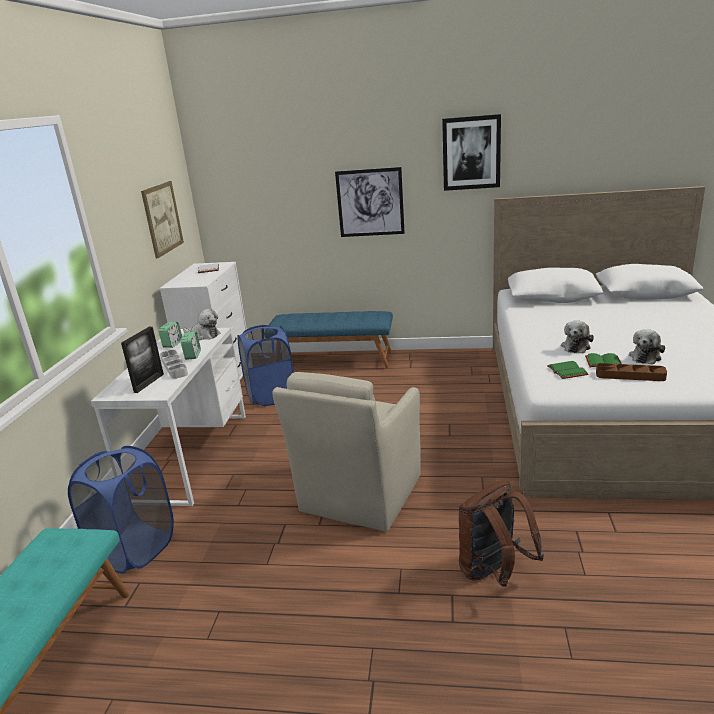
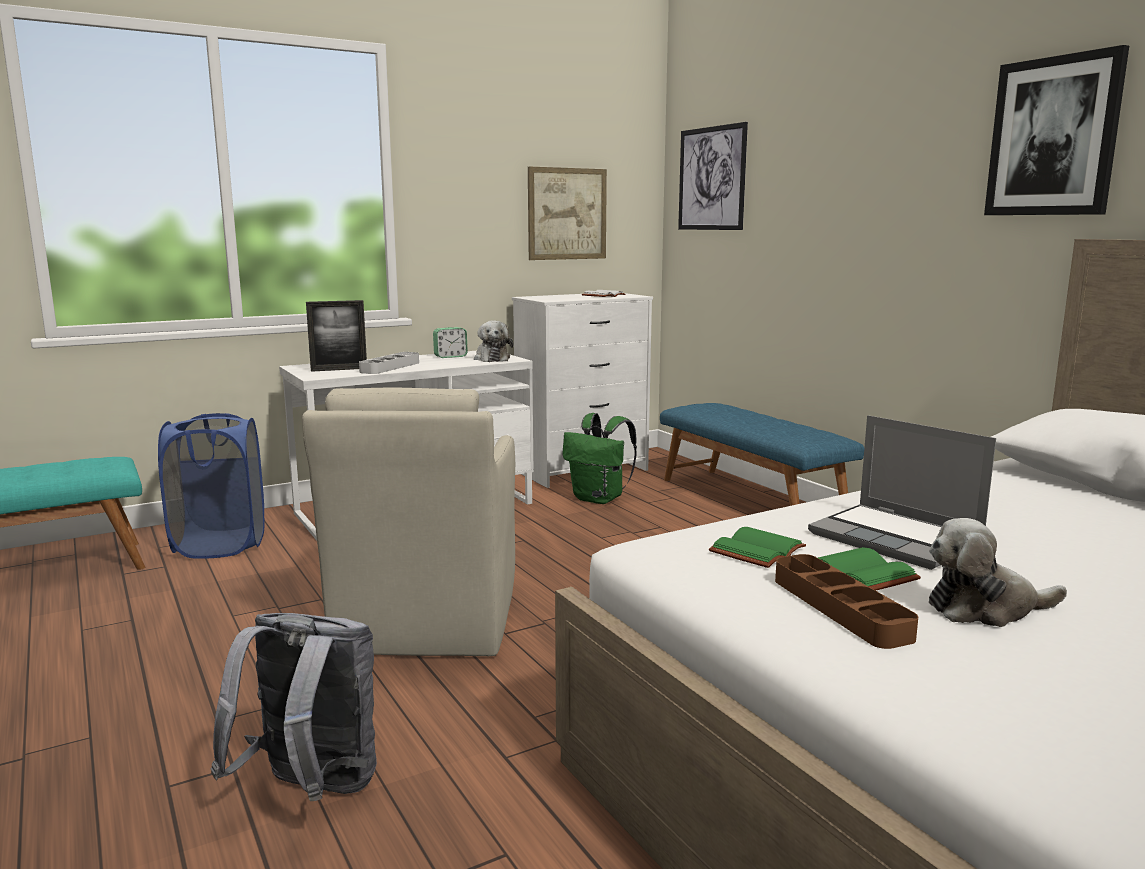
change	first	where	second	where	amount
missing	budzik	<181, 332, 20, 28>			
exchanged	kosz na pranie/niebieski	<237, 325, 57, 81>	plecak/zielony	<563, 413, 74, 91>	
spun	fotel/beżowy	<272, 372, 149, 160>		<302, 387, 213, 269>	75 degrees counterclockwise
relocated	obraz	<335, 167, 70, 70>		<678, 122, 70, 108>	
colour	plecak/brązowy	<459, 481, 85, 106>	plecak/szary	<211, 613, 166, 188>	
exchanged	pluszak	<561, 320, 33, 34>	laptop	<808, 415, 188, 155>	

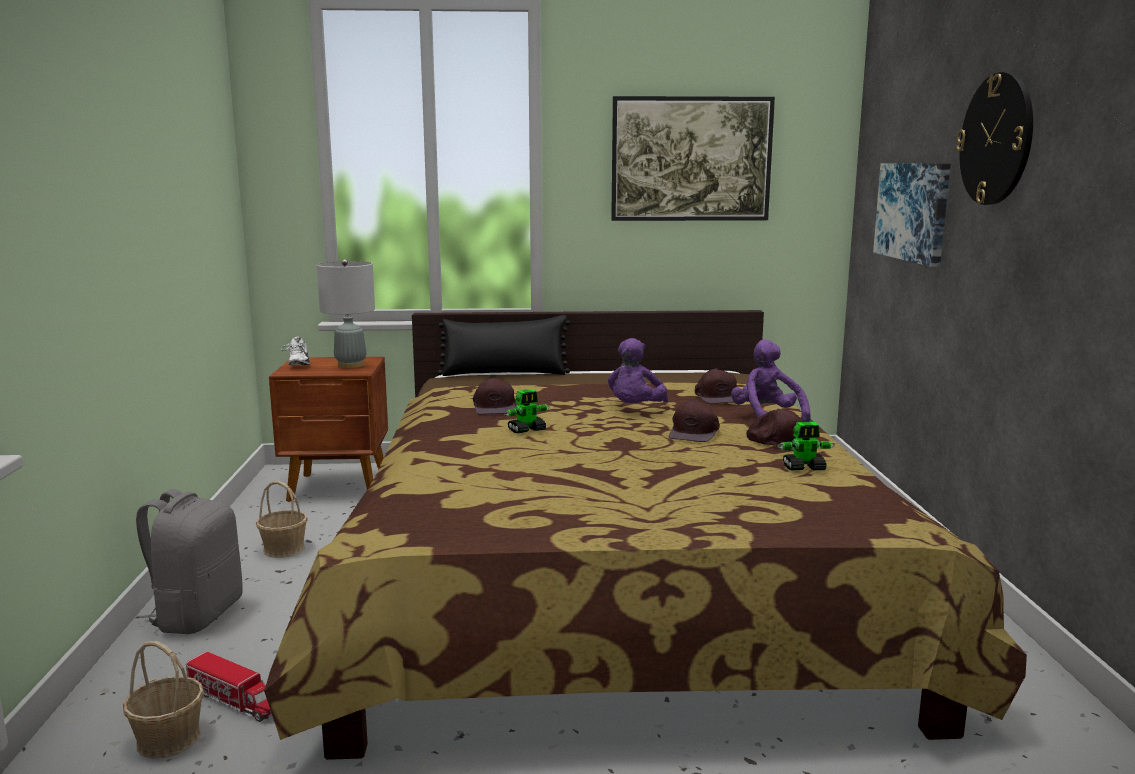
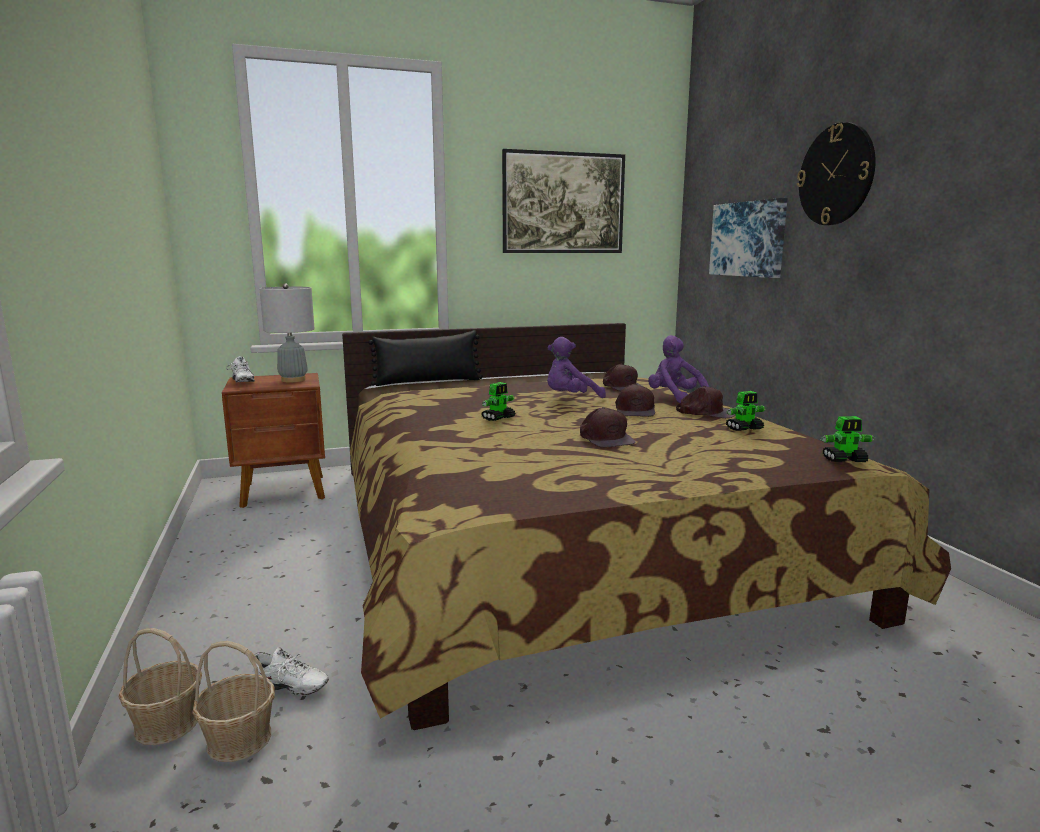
change	first	where	second	where	amount
missing	plecak/szary	<136, 489, 107, 145>			
exchanged	ciężarówka zabawkowa	<186, 651, 86, 71>	but/biały	<252, 647, 77, 48>	
relocated	koszyk	<256, 481, 52, 77>		<119, 628, 83, 117>	
relocated	czapka z daszkiem/brązowy	<473, 378, 42, 37>		<580, 407, 56, 41>	
spun	pluszak/fioletowy	<608, 338, 60, 65>		<547, 337, 59, 61>	60 degrees clockwise
appeared			robot zabawkowy	<820, 416, 55, 46>	

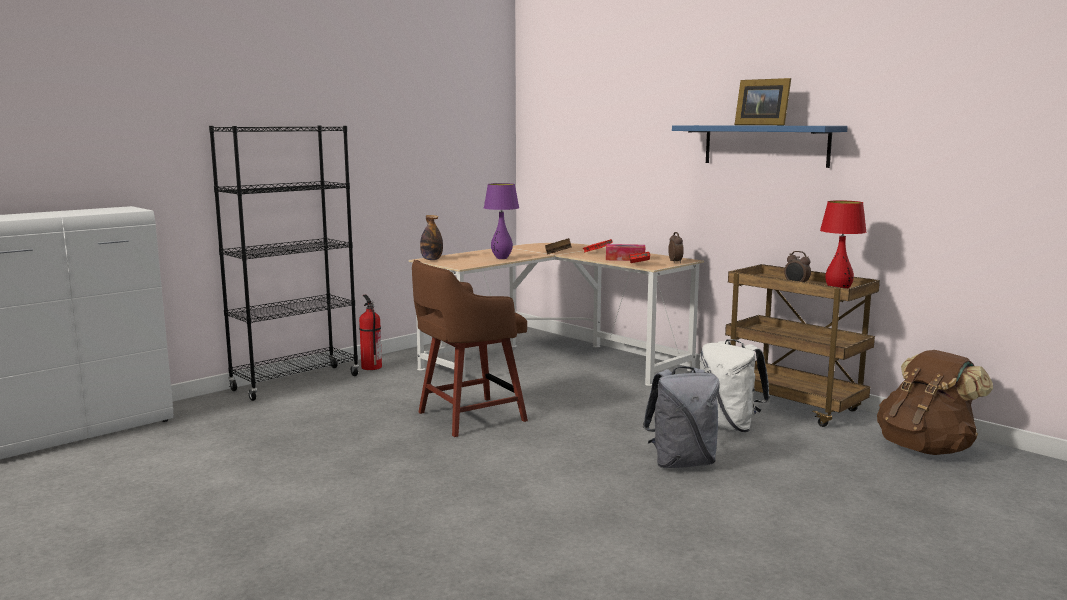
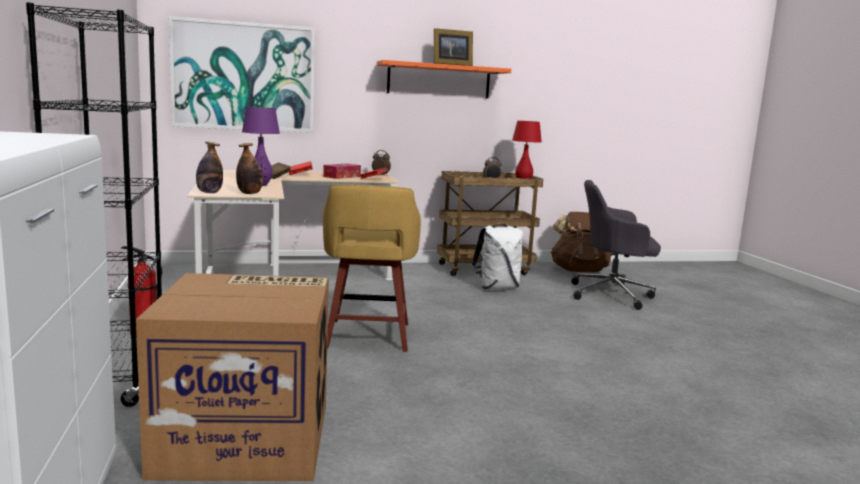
change	first	where	second	where	amount
colour	stołek/brązowy	<412, 260, 116, 177>	stołek/żółty	<323, 184, 98, 168>	
missing	plecak/szary	<642, 366, 78, 102>			
colour	półka/niebieski	<672, 125, 176, 43>	półka/pomarańczowy	<377, 60, 134, 39>	
appeared			karton	<136, 273, 193, 208>	
appeared			obraz	<169, 16, 146, 116>	
appeared			butelka	<236, 143, 27, 51>	
appeared			krzesło biurowe/szary	<571, 180, 90, 130>	

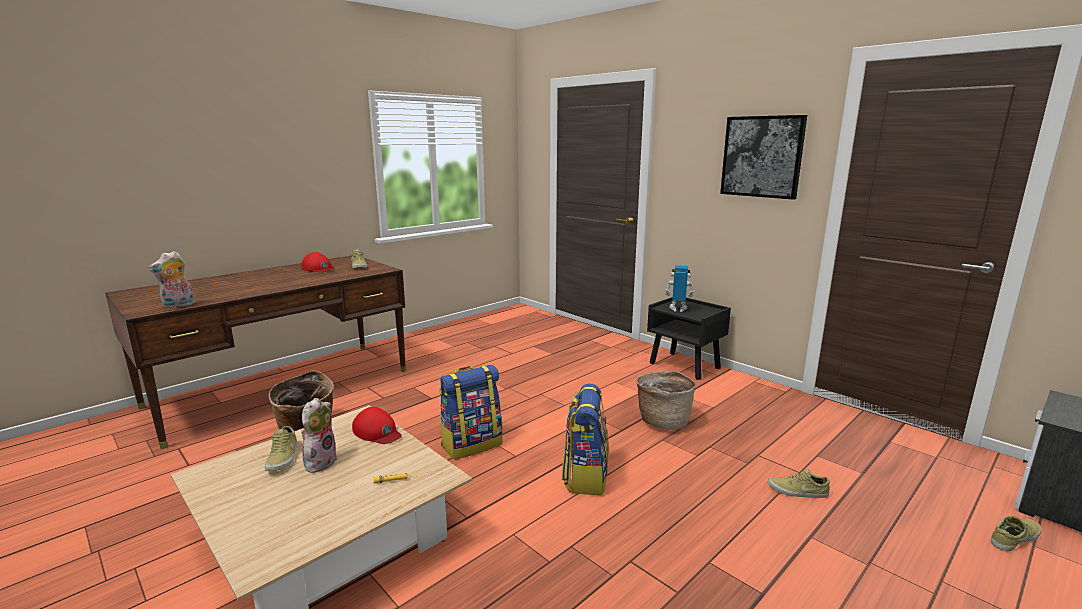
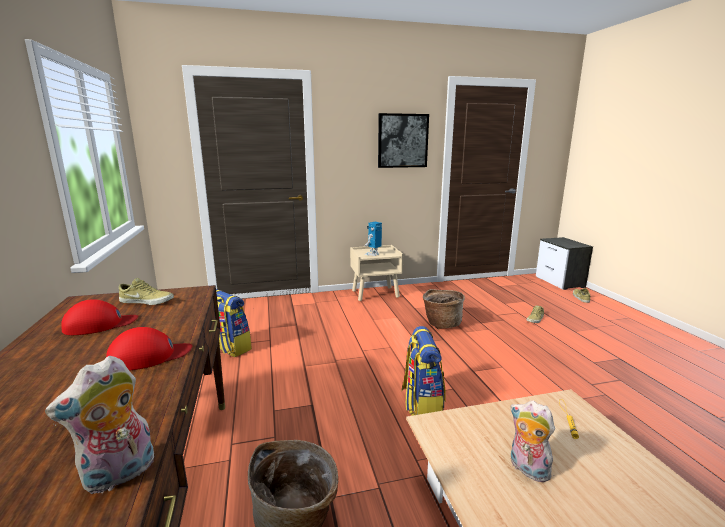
change	first	where	second	where	amount
spun	pluszak	<148, 251, 47, 58>		<45, 356, 109, 138>	60 degrees clockwise
missing	but/beżowy	<265, 426, 32, 45>			
relocated	czapka z daszkiem/czerwony	<352, 407, 50, 37>		<106, 327, 86, 44>	
relocated	plecak	<562, 383, 47, 112>		<216, 289, 36, 68>	
colour	szafka nocna/czarny	<647, 297, 84, 83>	szafka nocna/beżowy	<350, 245, 53, 56>	

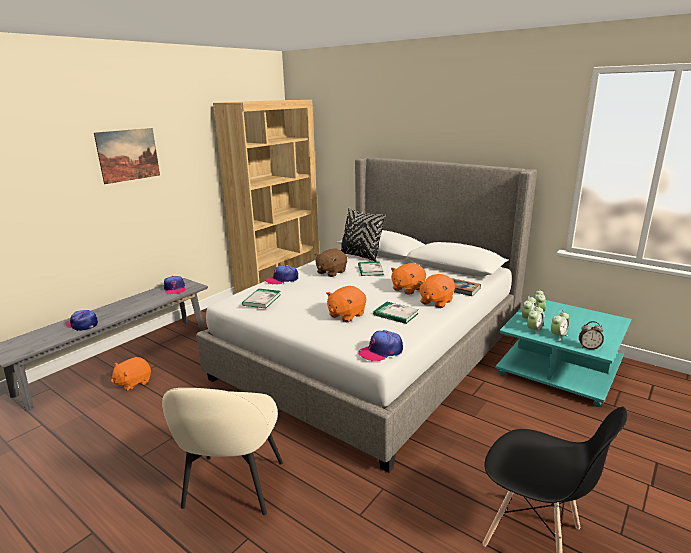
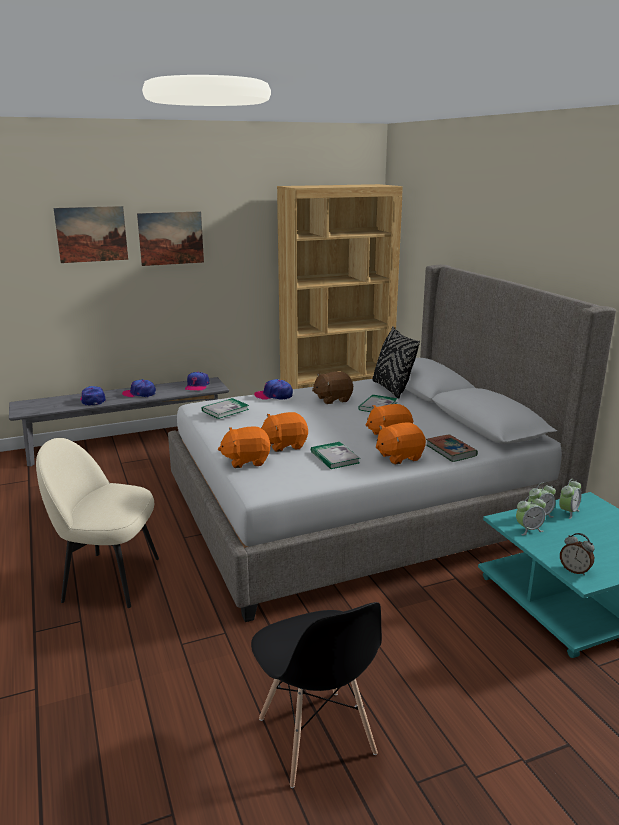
change	first	where	second	where	amount
relocated	pluszak/pomarańczowy	<111, 357, 40, 34>		<218, 427, 53, 41>	
spun	krzesło/beżowy	<162, 388, 121, 127>		<36, 438, 123, 170>	60 degrees clockwise
relocated	czapka z daszkiem	<358, 330, 45, 32>		<122, 379, 34, 18>	
missing	budzik	<551, 310, 18, 31>			
appeared			obraz	<54, 206, 74, 57>	

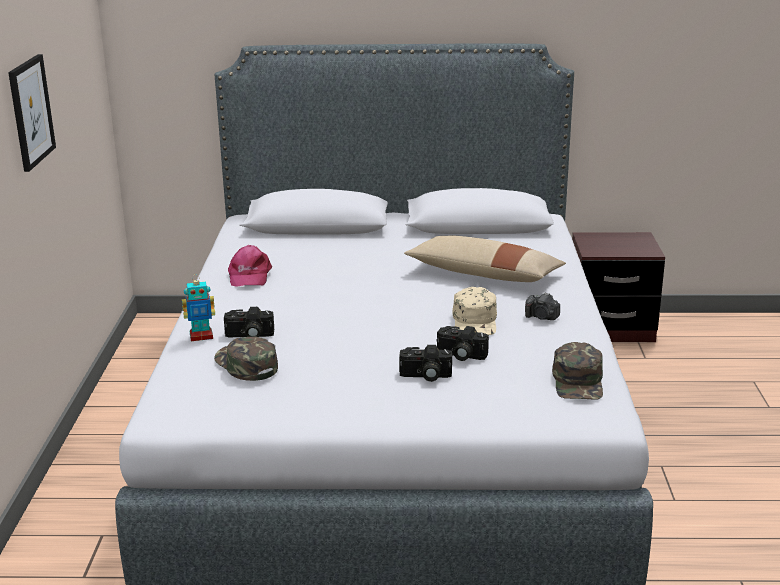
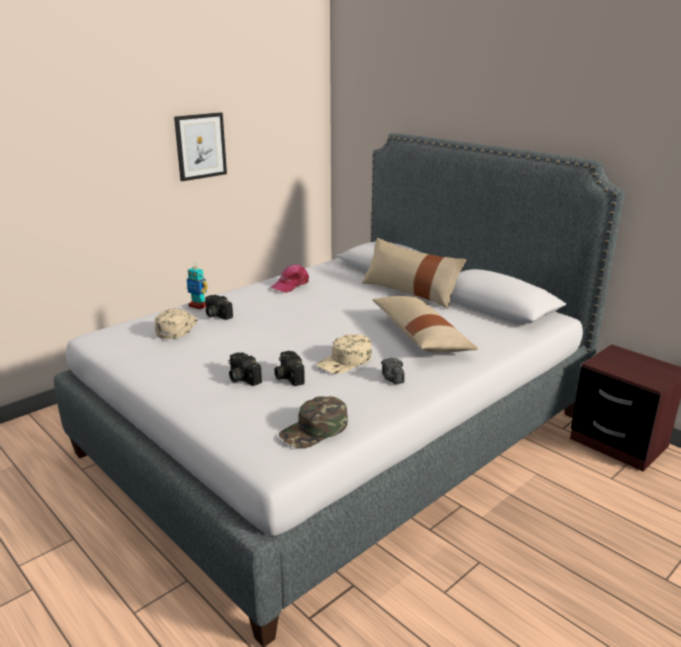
change	first	where	second	where	amount
colour	czapka z daszkiem/zielony	<214, 337, 64, 44>	czapka z daszkiem/beżowy	<155, 308, 43, 31>	
appeared			poduszka/beżowy	<362, 238, 105, 71>	

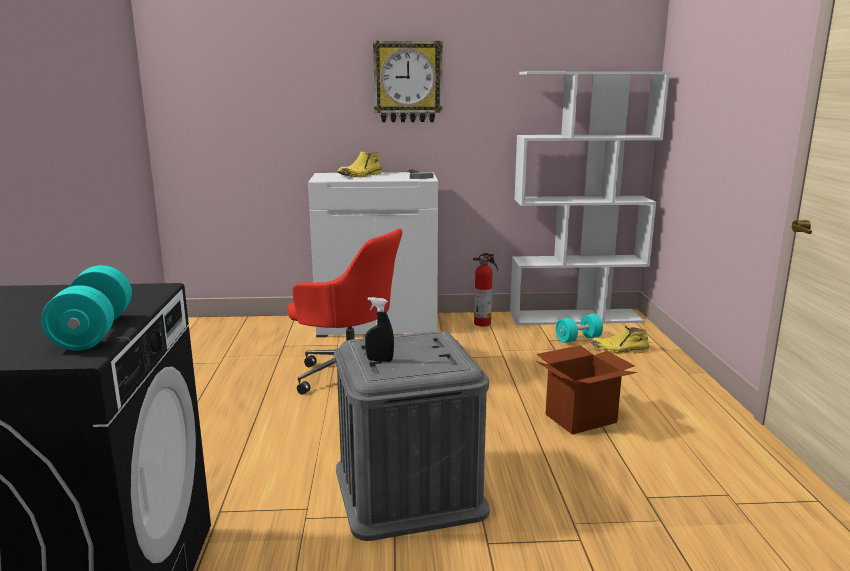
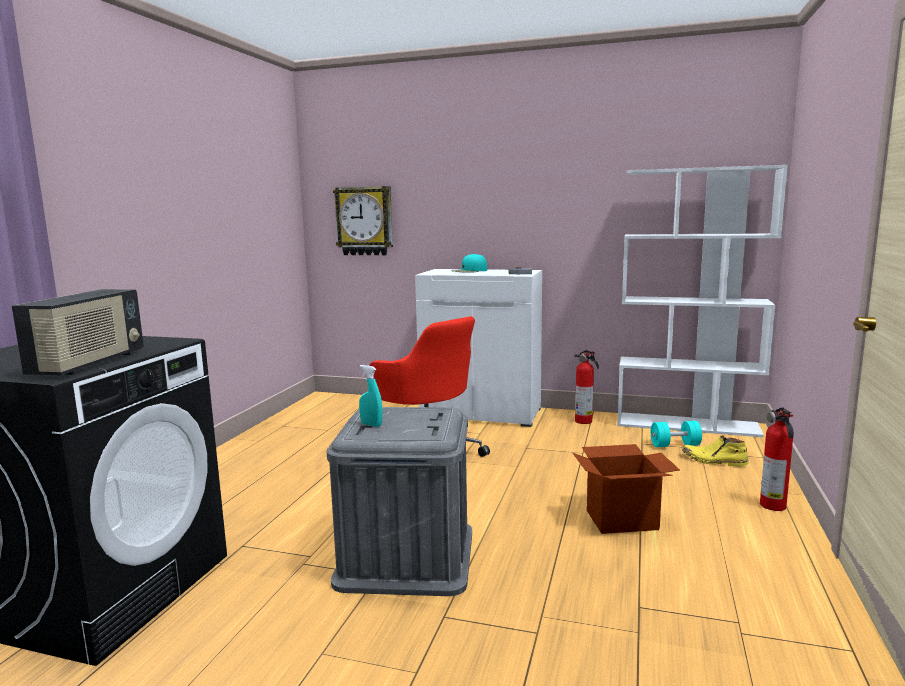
change	first	where	second	where	amount
exchanged	hantel/turkusowy	<41, 265, 91, 86>	radio	<12, 289, 132, 86>	
exchanged	but z cholewką/żółty	<337, 152, 45, 25>	czapka z daszkiem/turkusowy	<451, 254, 36, 19>	
colour	spryskiwacz/czarny	<365, 297, 29, 65>	spryskiwacz/turkusowy	<359, 365, 24, 62>	
relocated	zegar ścienny	<373, 41, 70, 81>		<333, 186, 60, 69>	
appeared			gaśnica	<760, 407, 34, 104>	

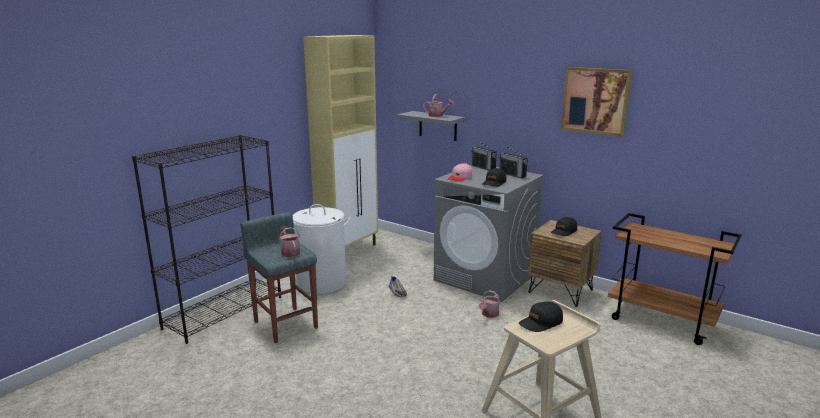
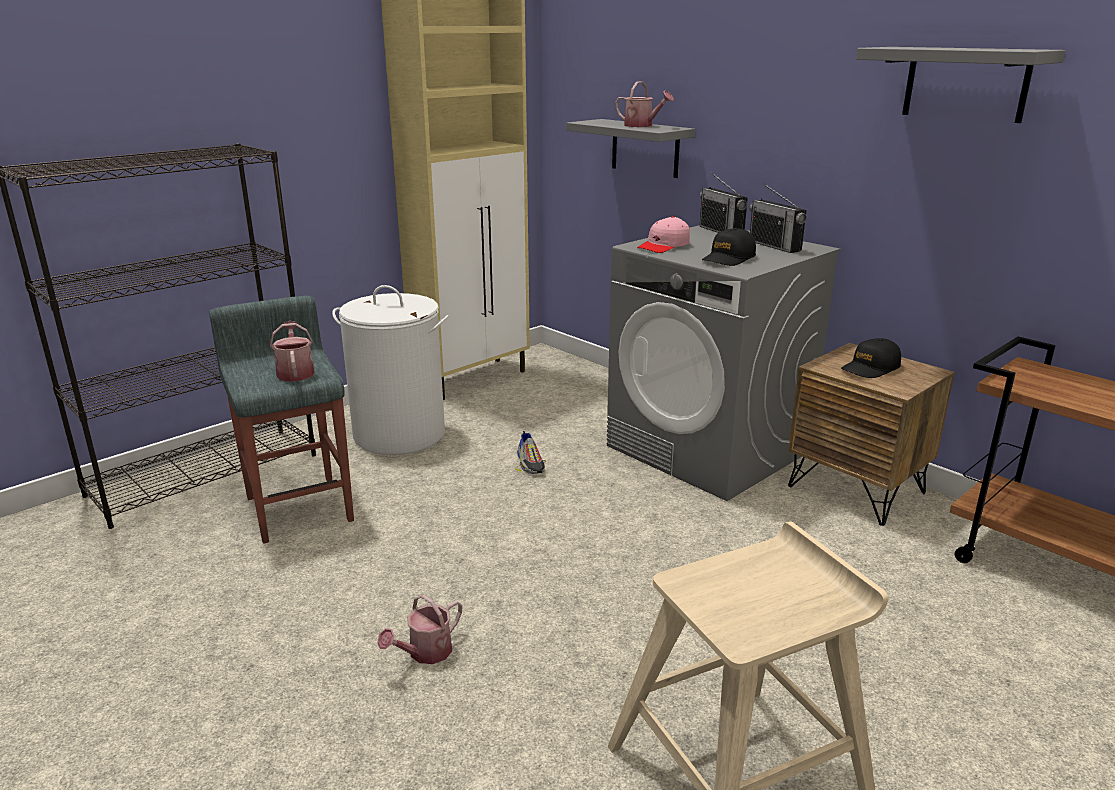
change	first	where	second	where	amount
relocated	konewka	<479, 290, 21, 28>		<377, 594, 85, 70>	
missing	czapka z daszkiem/czarny	<519, 302, 44, 30>			
exchanged	obraz	<561, 67, 71, 70>	półka/szary	<856, 47, 209, 76>	

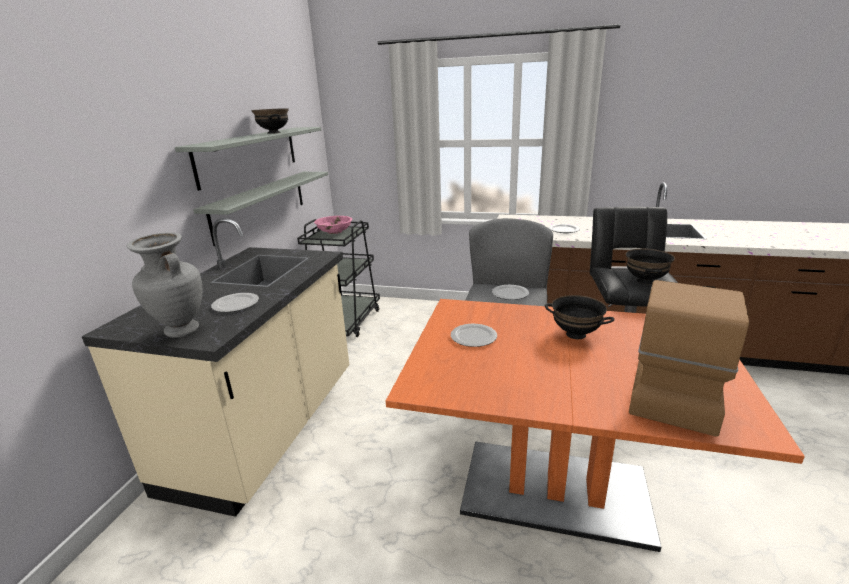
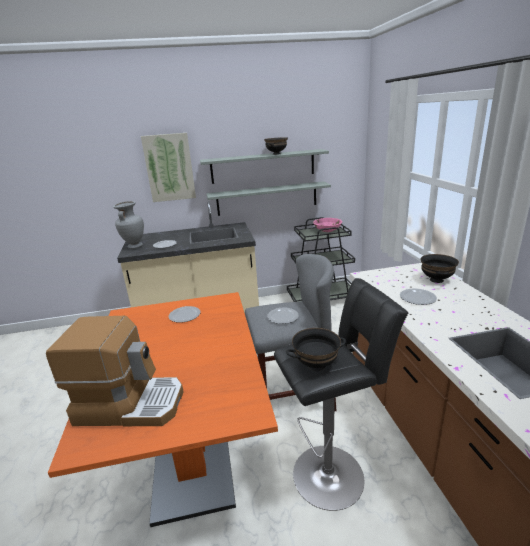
change	first	where	second	where	amount
relocated	miska/czarny	<545, 295, 69, 44>		<420, 254, 39, 29>	
appeared			obraz	<141, 133, 55, 69>	

